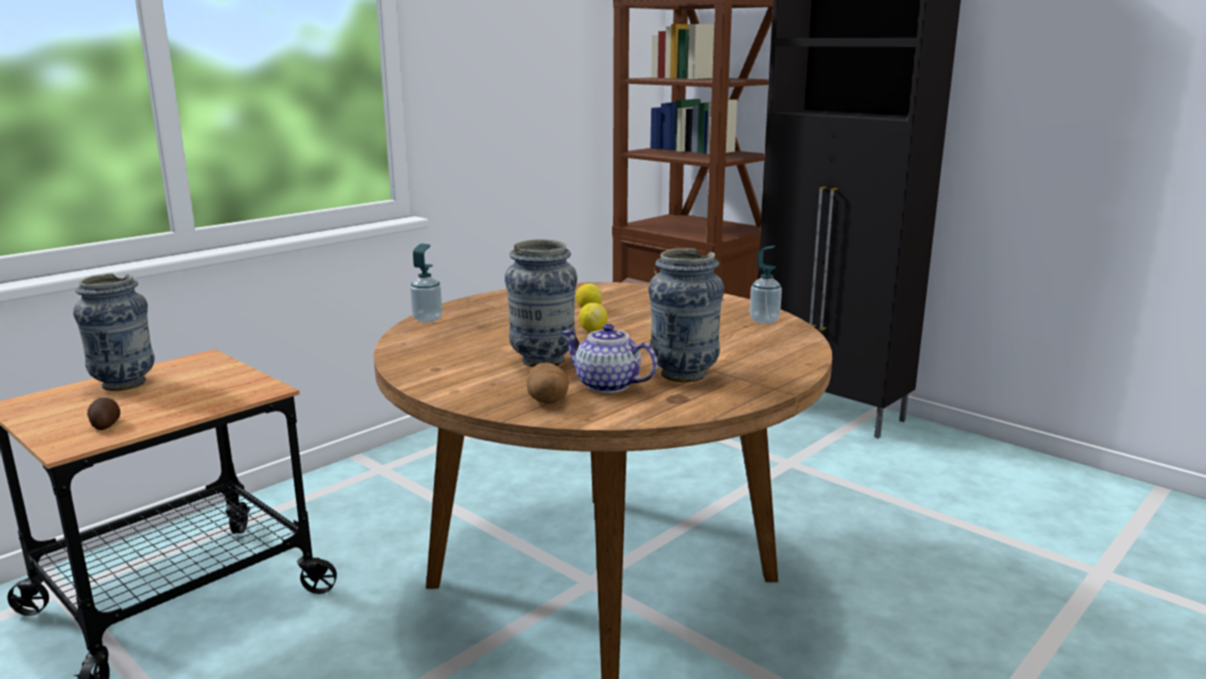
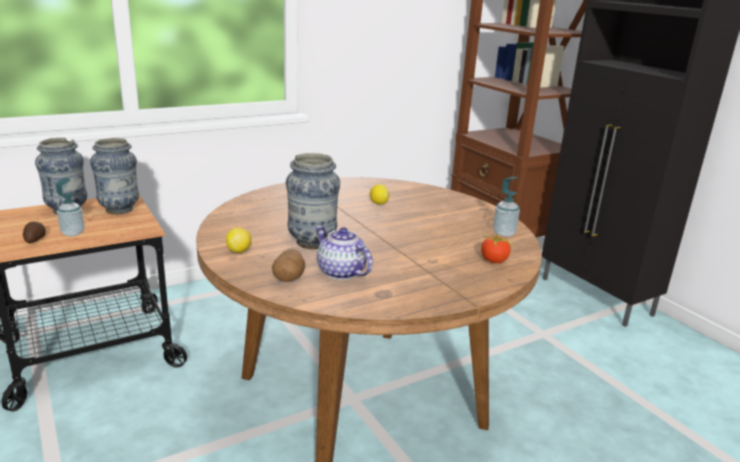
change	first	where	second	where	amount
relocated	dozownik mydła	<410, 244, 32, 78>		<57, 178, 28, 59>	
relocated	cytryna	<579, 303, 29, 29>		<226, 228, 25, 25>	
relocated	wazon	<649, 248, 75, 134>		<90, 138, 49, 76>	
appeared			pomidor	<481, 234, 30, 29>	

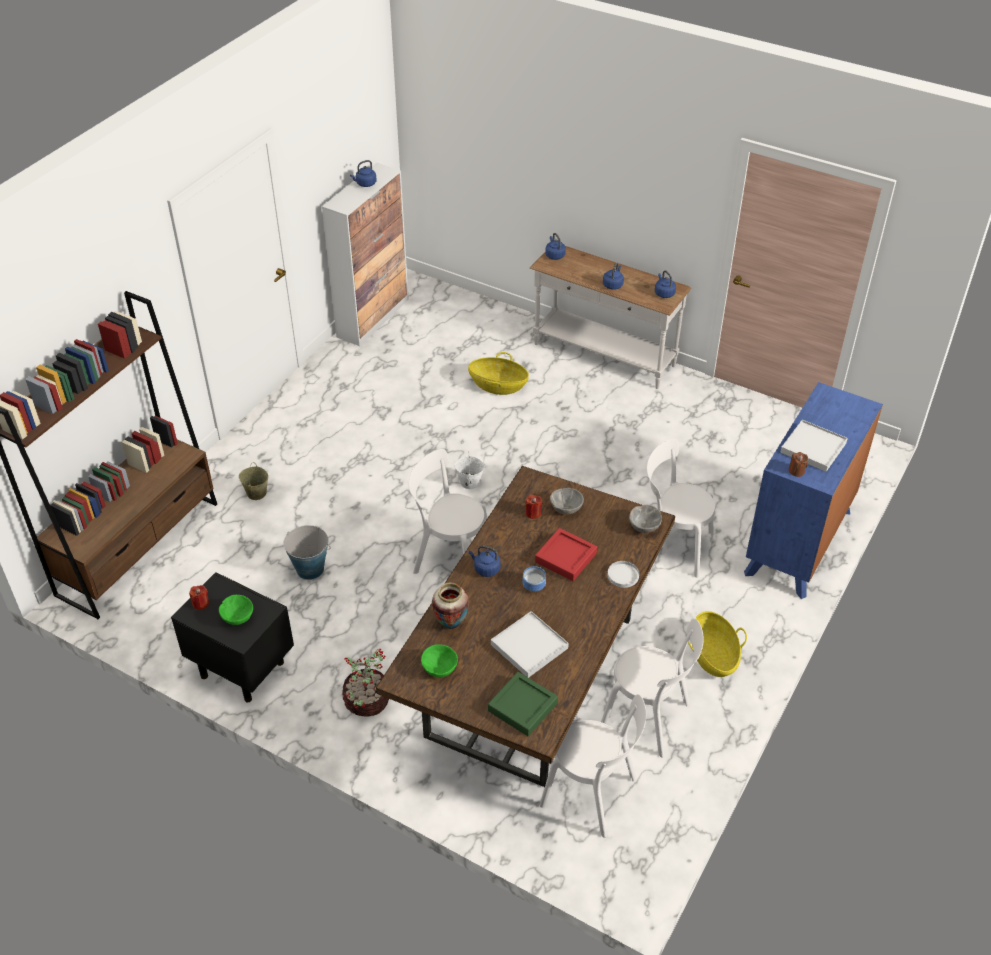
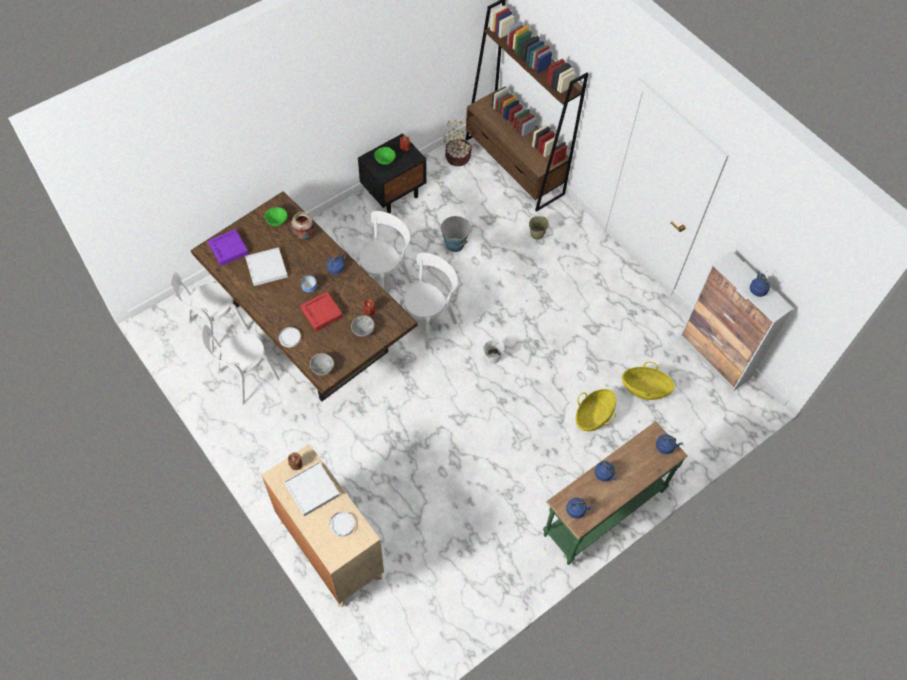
change	first	where	second	where	amount
relocated	roślina doniczkowa	<342, 649, 47, 68>		<443, 120, 29, 46>	
colour	taca/zielony	<488, 672, 70, 64>	taca/fioletowy	<208, 229, 41, 37>	
colour	stolik konsolowy/biały	<530, 246, 161, 143>	stolik konsolowy/zielony	<543, 421, 145, 144>	
relocated	krzesło/biały	<647, 439, 68, 139>		<355, 211, 58, 78>	
relocated	koszyk	<688, 611, 59, 66>		<622, 362, 53, 38>	
colour	komoda/niebieski	<744, 382, 139, 217>	komoda/beżowy	<262, 444, 122, 164>	
appeared			talerz/biały	<330, 512, 25, 25>	

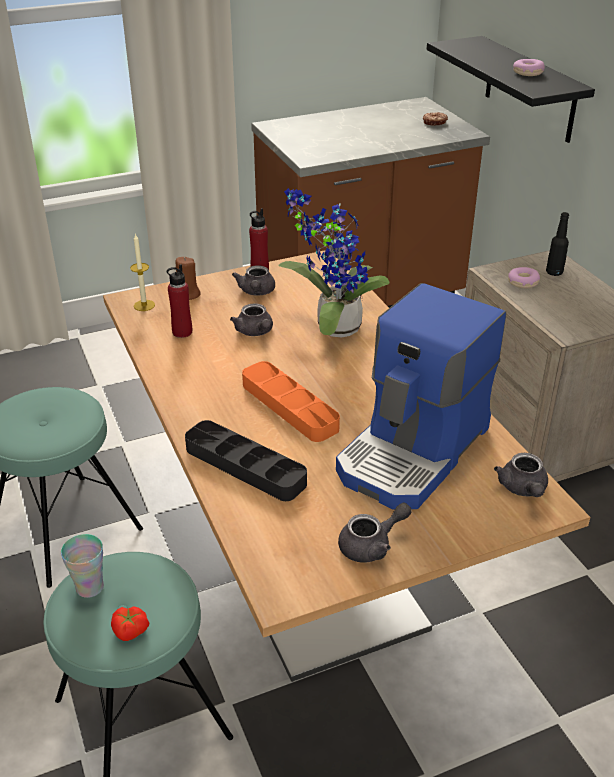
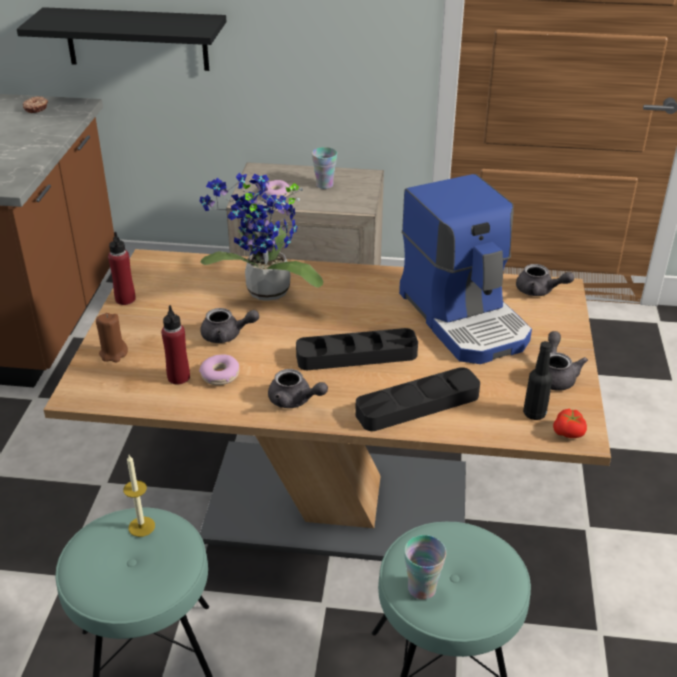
change	first	where	second	where	amount
relocated	pomidor	<111, 606, 38, 35>		<553, 409, 34, 29>	
relocated	świeca	<130, 233, 25, 78>		<123, 455, 32, 82>	
relocated	imbryk/szary	<232, 265, 43, 31>		<268, 369, 60, 39>	
colour	taca/pomarańczowy	<242, 361, 98, 81>	taca/czarny	<296, 328, 122, 42>	
relocated	donut	<513, 59, 32, 17>		<199, 354, 40, 31>	
relocated	butelka/czarny	<546, 212, 23, 64>		<523, 341, 29, 79>	
appeared			filiżanka	<312, 147, 25, 42>	

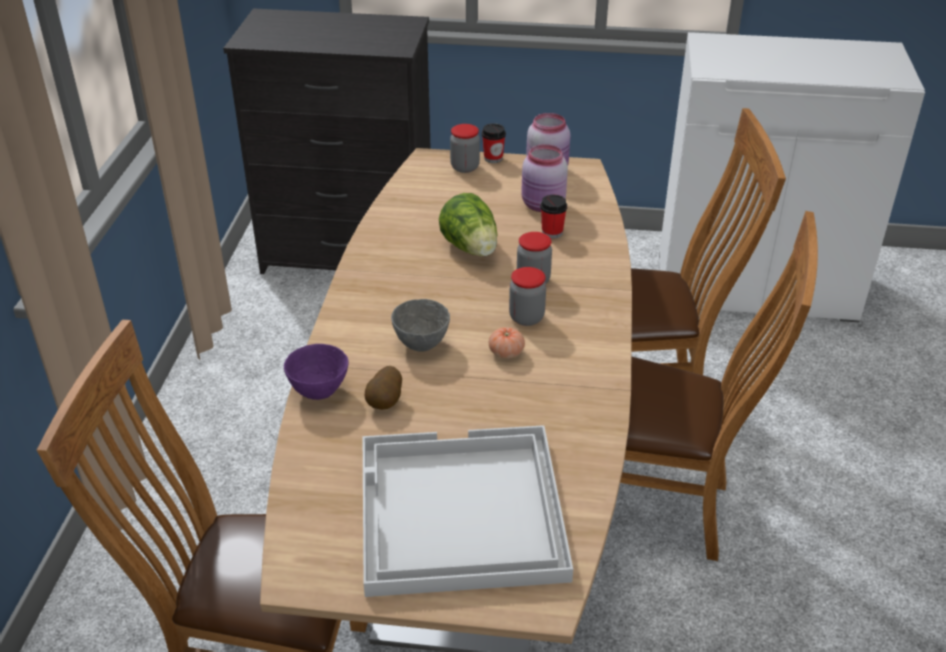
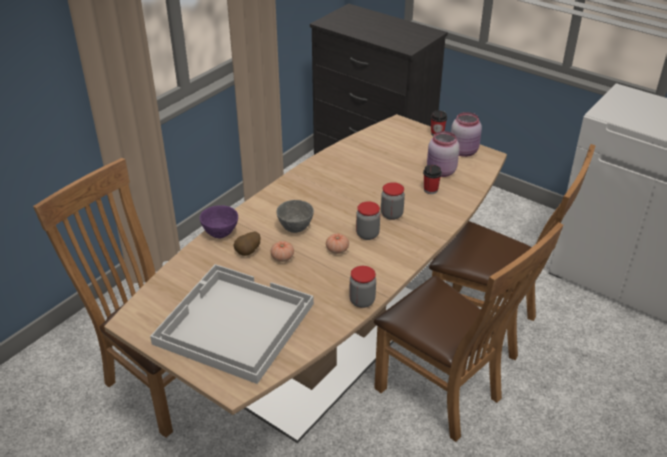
change	first	where	second	where	amount
missing	sałata	<439, 193, 58, 64>			
relocated	słoik	<450, 124, 30, 49>		<349, 266, 27, 42>	
appeared			pomidor	<271, 241, 23, 21>	

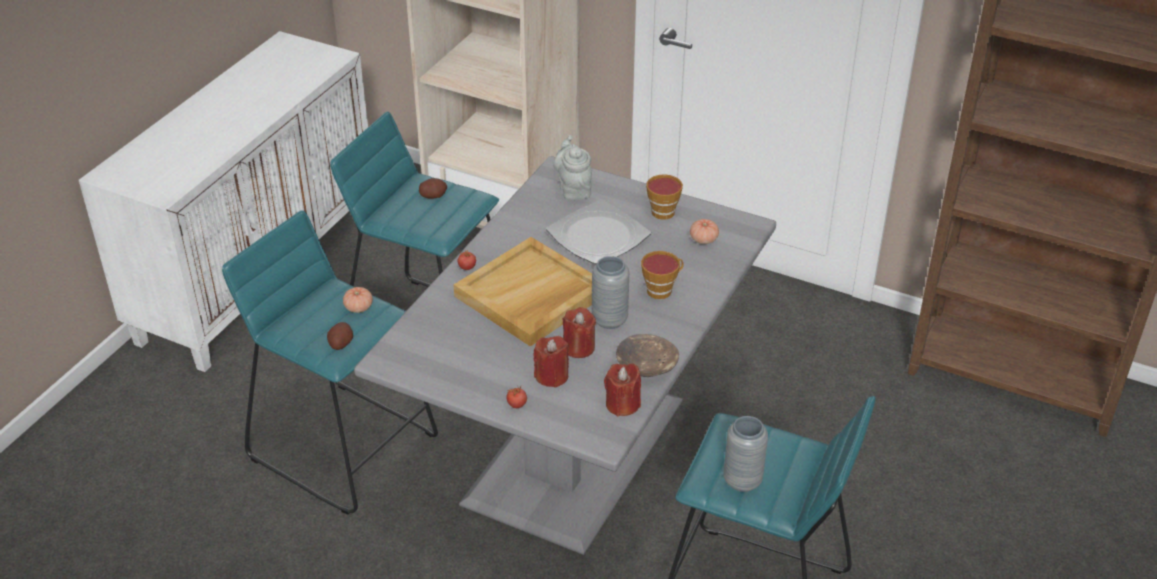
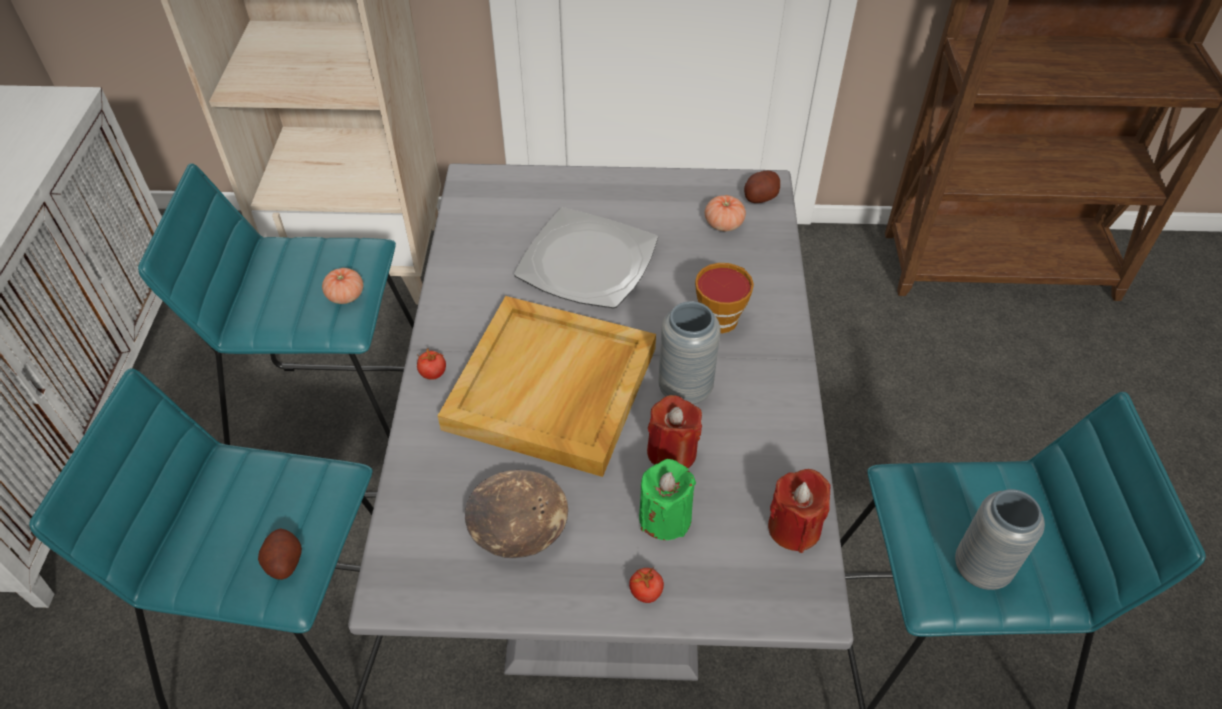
change	first	where	second	where	amount
relocated	pomidor	<343, 287, 30, 26>		<322, 268, 41, 36>	
relocated	ziemniak	<419, 178, 28, 21>		<744, 171, 36, 32>	
colour	świeca/czerwony	<533, 336, 36, 52>	świeca/zielony	<639, 459, 57, 81>	
missing	imbryk/szary	<553, 135, 39, 65>			
relocated	miska/brązowy	<616, 334, 63, 43>		<465, 470, 103, 88>	
missing	filiżanka	<646, 175, 37, 45>			

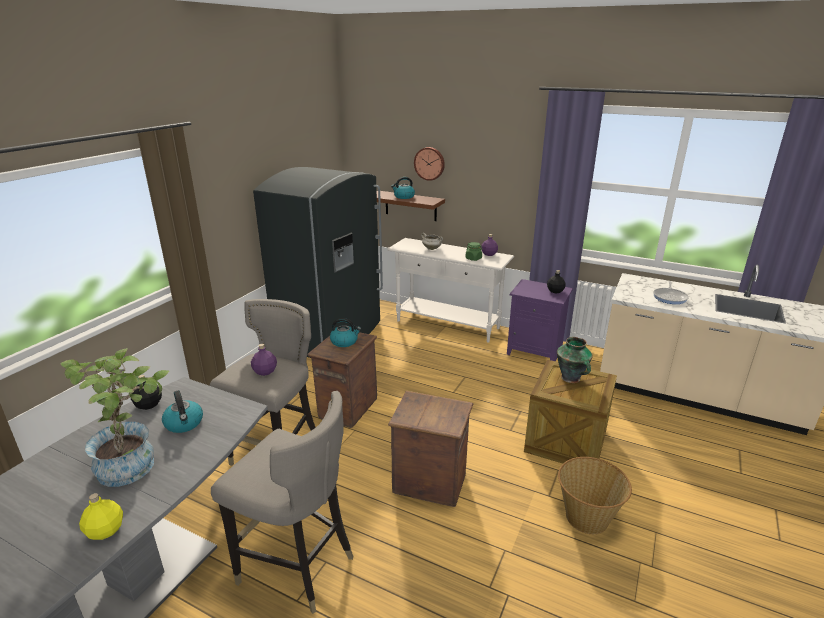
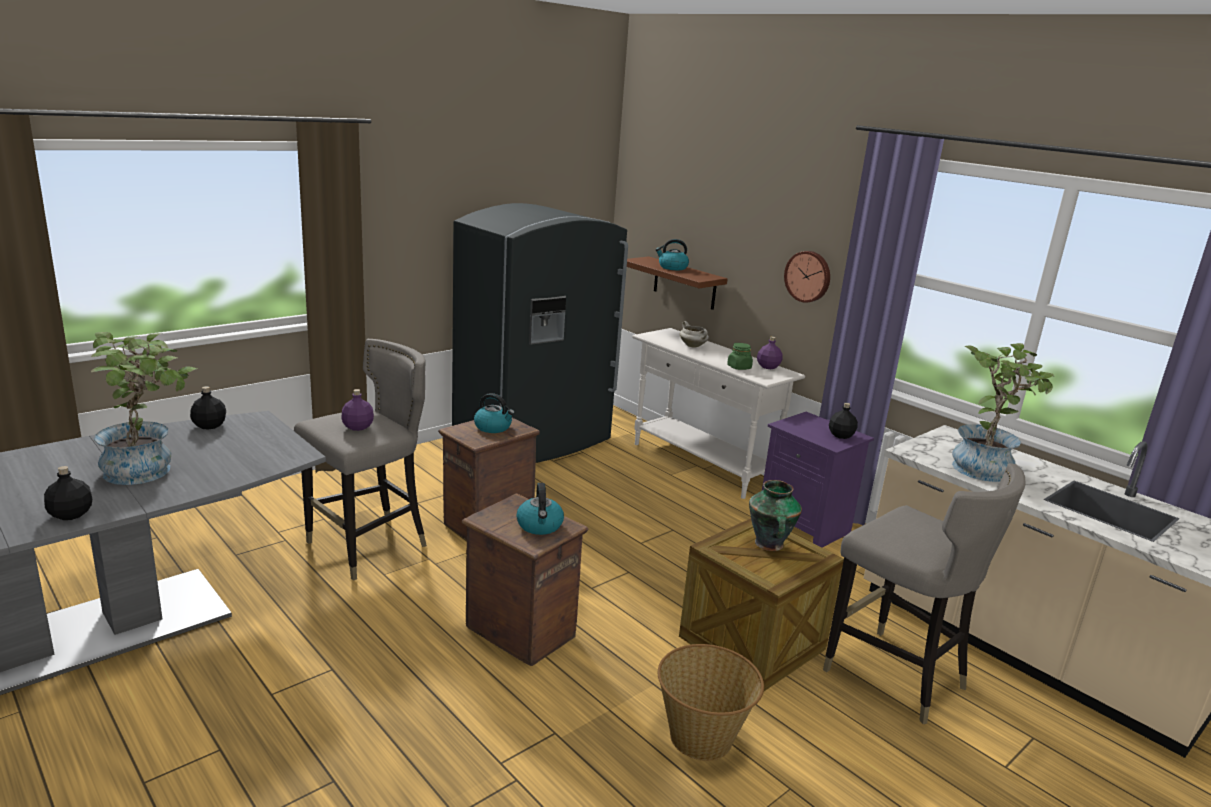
change	first	where	second	where	amount
colour	butelka/żółty	<79, 493, 44, 47>	butelka/czarny	<44, 466, 48, 54>	
relocated	czajnik	<162, 390, 41, 43>		<516, 483, 48, 52>	
relocated	stołek/szary	<211, 391, 142, 223>		<823, 463, 203, 261>	
relocated	zegar ścienny	<414, 147, 31, 34>		<784, 251, 46, 52>	
exchanged	patelnia	<653, 281, 36, 23>	roślina doniczkowa	<952, 343, 102, 139>	

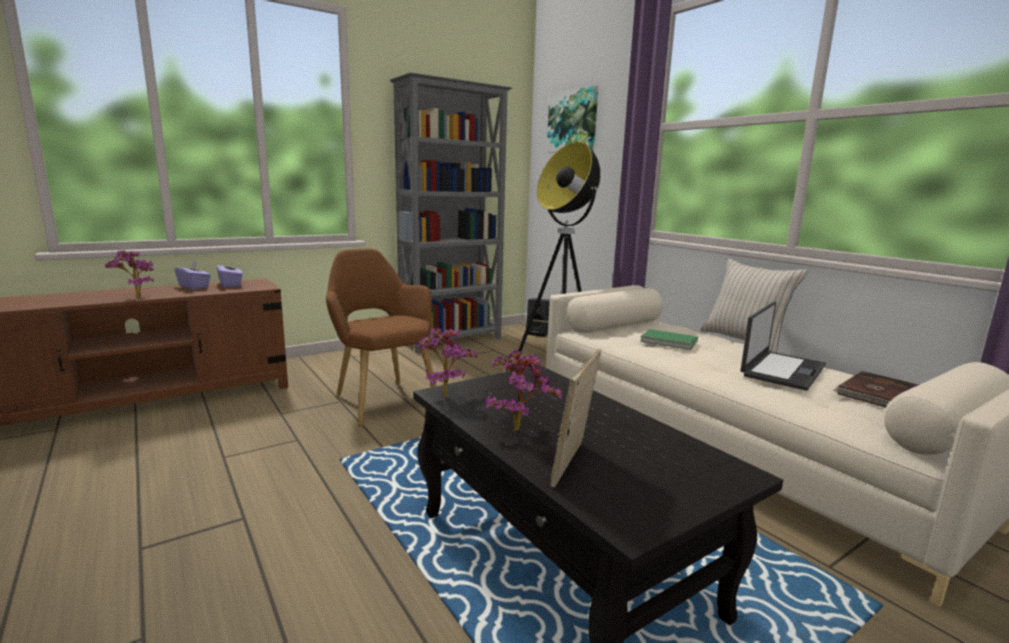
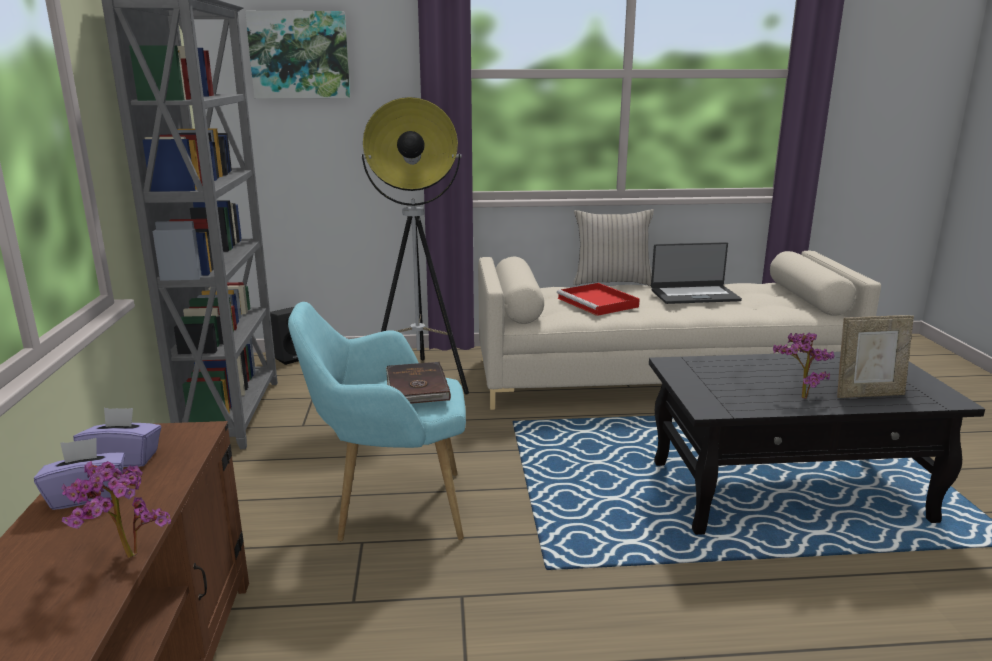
change	first	where	second	where	amount
colour	fotel/brązowy	<326, 249, 110, 177>	fotel/turkusowy	<288, 302, 178, 239>	
missing	roślina doniczkowa	<417, 328, 60, 69>			
spun	ramka na zdjęcie	<550, 349, 51, 138>		<837, 315, 77, 83>	60 degrees counterclockwise
exchanged	książka/zielony	<640, 329, 58, 21>	taca/czerwony	<557, 283, 83, 33>	
spun	laptop	<741, 302, 85, 89>		<651, 242, 91, 62>	105 degrees clockwise
relocated	książka/brązowy	<833, 371, 86, 36>		<386, 362, 65, 42>	

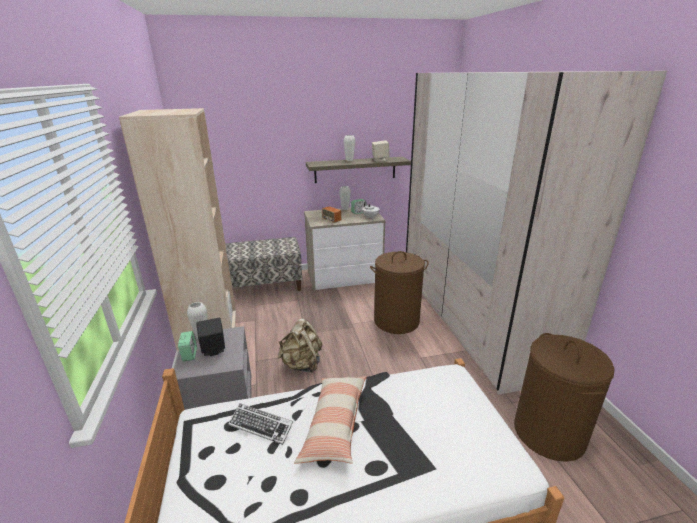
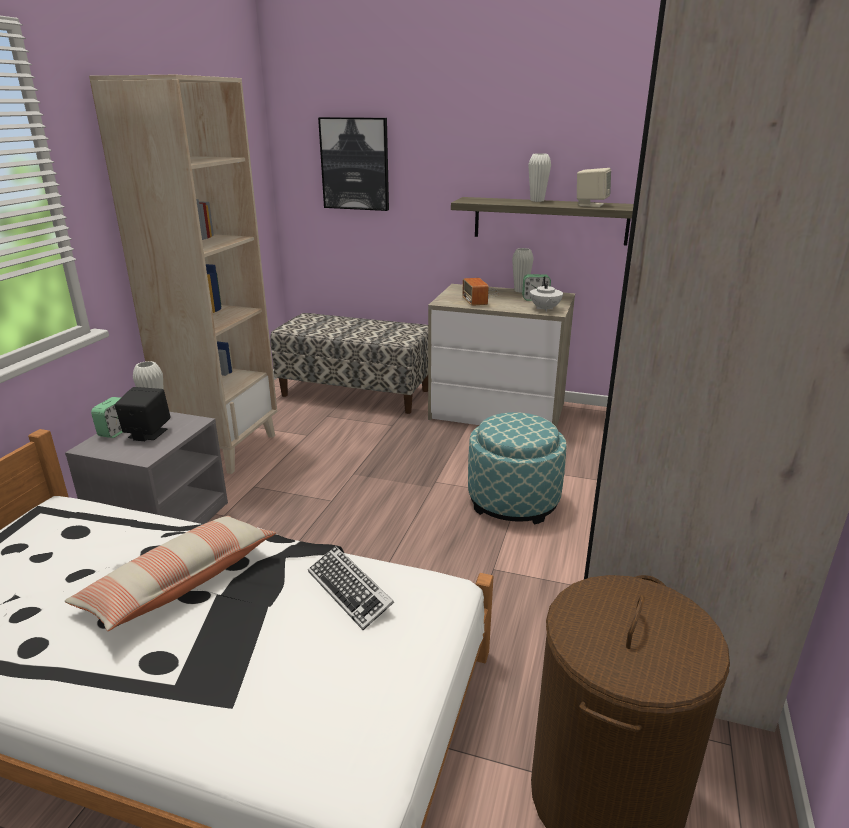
change	first	where	second	where	amount
relocated	klawiatura	<228, 403, 65, 42>		<308, 546, 86, 84>	
missing	plecak/beżowy	<278, 318, 44, 55>			
exchanged	kosz na pranie/brązowy	<370, 251, 59, 83>	pufa	<468, 412, 99, 113>	
appeared			obraz	<318, 117, 71, 94>	

